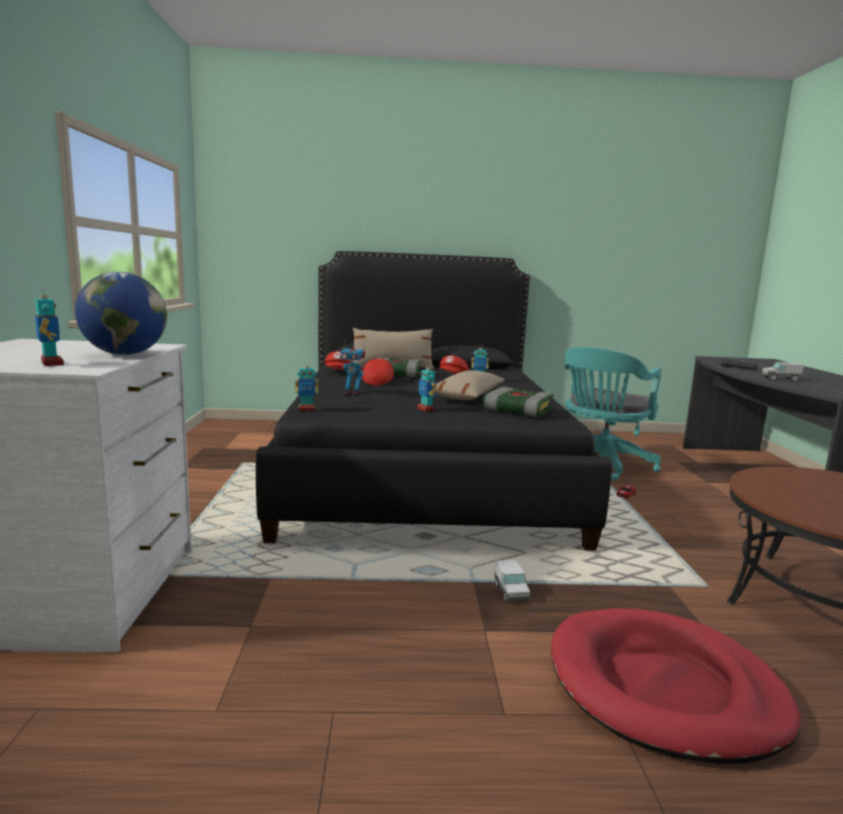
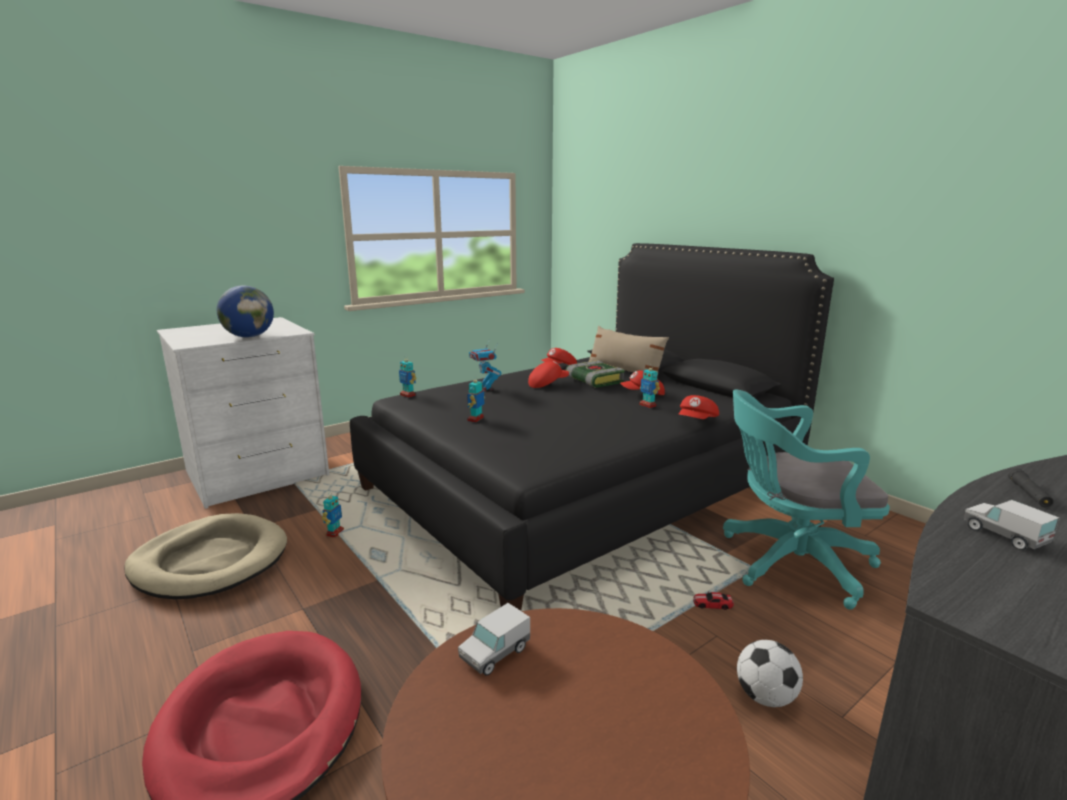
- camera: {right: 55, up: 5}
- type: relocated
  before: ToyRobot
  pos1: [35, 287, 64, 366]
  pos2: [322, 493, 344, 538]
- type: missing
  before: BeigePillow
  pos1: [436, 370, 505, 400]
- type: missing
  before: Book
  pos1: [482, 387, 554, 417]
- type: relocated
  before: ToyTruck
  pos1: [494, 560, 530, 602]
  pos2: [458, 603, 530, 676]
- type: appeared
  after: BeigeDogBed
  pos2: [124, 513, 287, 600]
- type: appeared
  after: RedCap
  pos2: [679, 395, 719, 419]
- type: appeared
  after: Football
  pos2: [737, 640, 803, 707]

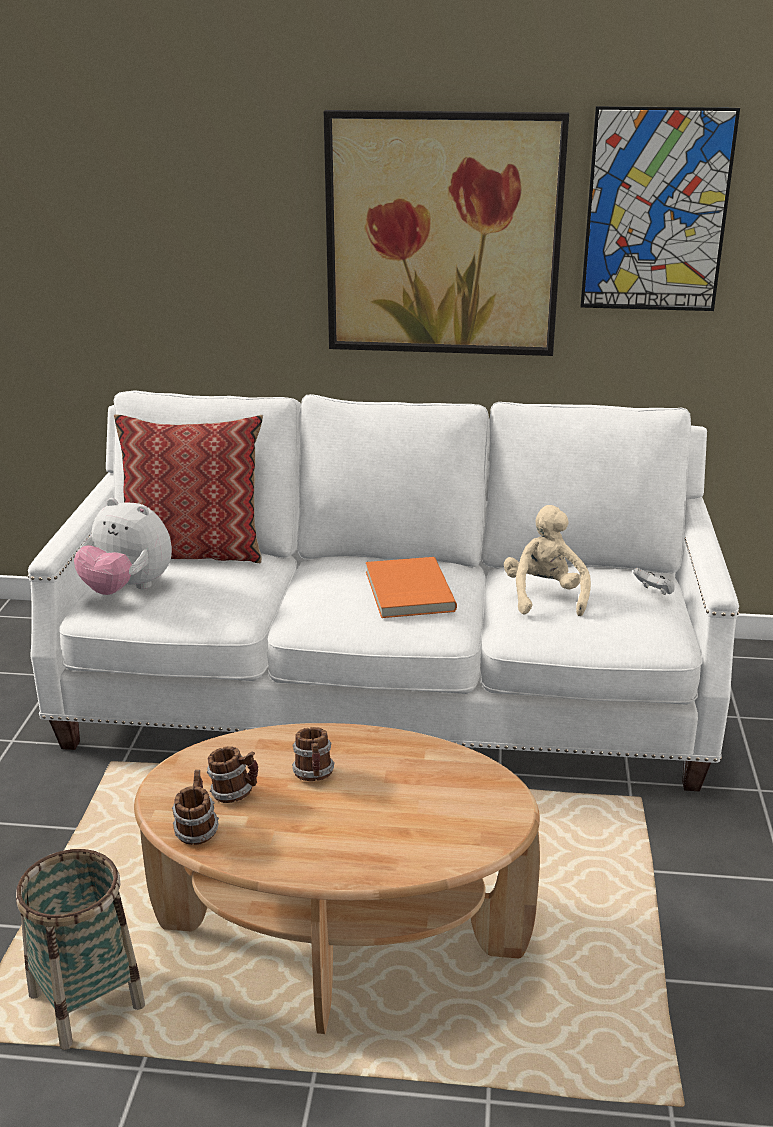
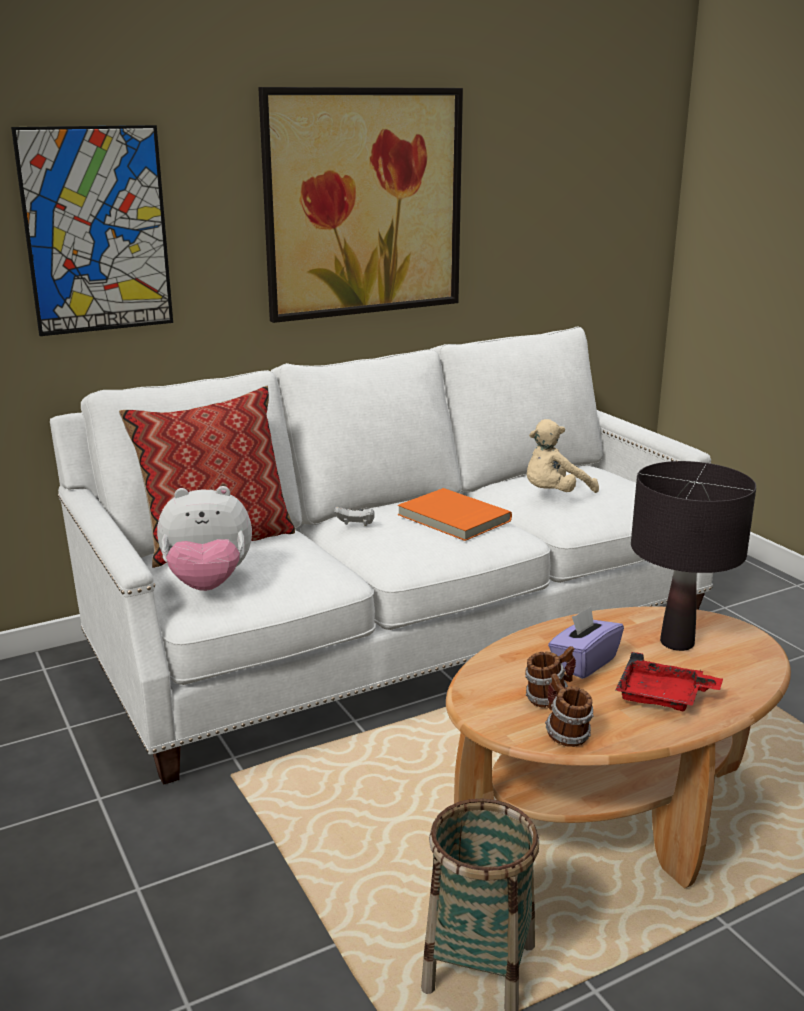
- camera: {right: -35, up: -5}
- type: exchanged
  before: Mug
  after: PurpleTissueBox
  pos1: [292, 727, 335, 781]
  pos2: [548, 607, 624, 679]
- type: spun
  before: BeigePlushToy
  pos1: [504, 505, 591, 616]
  pos2: [527, 419, 599, 493]
  turn: -90
- type: relocated
  before: Picture
  pos1: [580, 106, 740, 311]
  pos2: [11, 125, 173, 336]
- type: relocated
  before: WhiteGameController
  pos1: [633, 568, 675, 595]
  pos2: [334, 507, 375, 526]
- type: appeared
  after: RedTray
  pos2: [616, 652, 723, 711]
- type: appeared
  after: BlackTableLamp
  pos2: [631, 461, 756, 651]

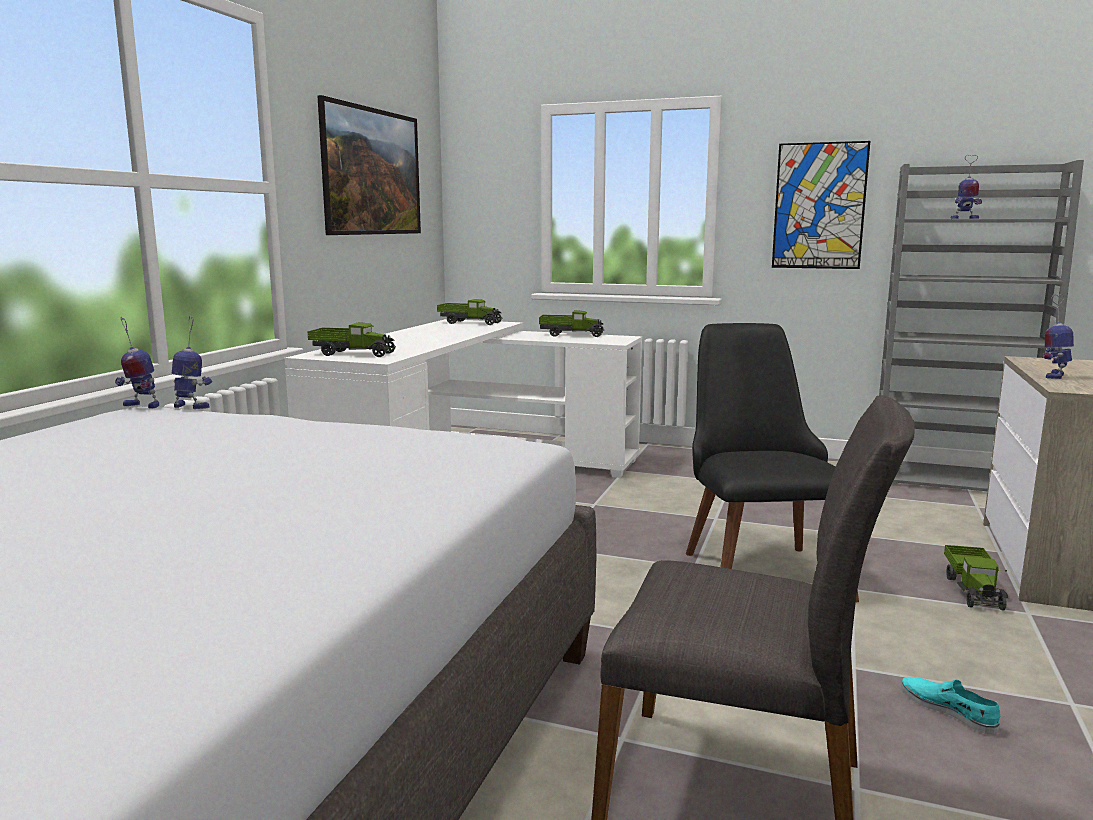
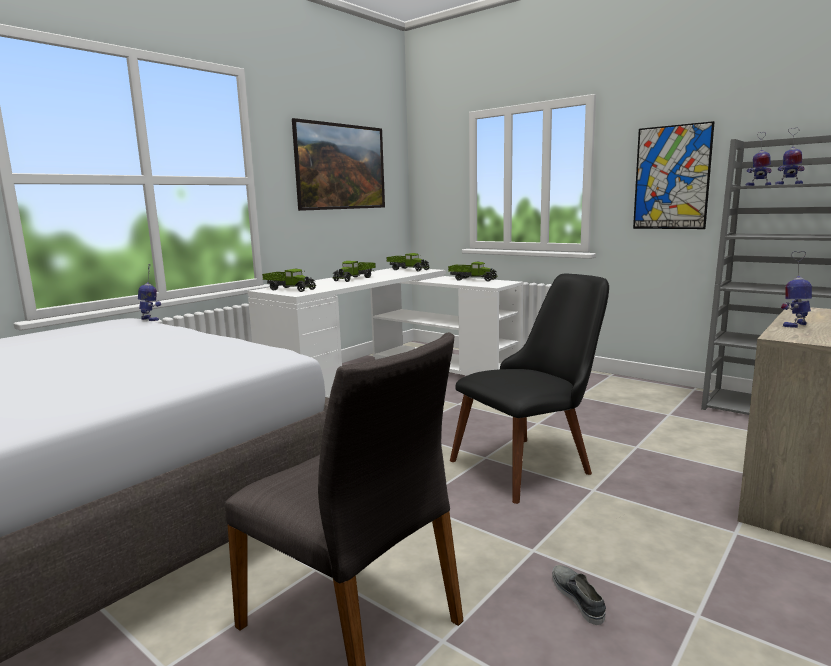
- camera: {right: 20, up: 0}
- type: relocated
  before: ToyRobot
  pos1: [115, 317, 159, 408]
  pos2: [746, 132, 772, 186]
- type: spun
  before: BlackChair
  pos1: [686, 323, 859, 603]
  pos2: [450, 273, 609, 504]
  turn: 45
- type: colour
  before: TurquoiseShoe
  after: GreyShoe
  pos1: [901, 677, 1000, 735]
  pos2: [552, 565, 606, 625]
- type: relocated
  before: ToyTruck
  pos1: [944, 545, 1008, 610]
  pos2: [333, 261, 376, 282]

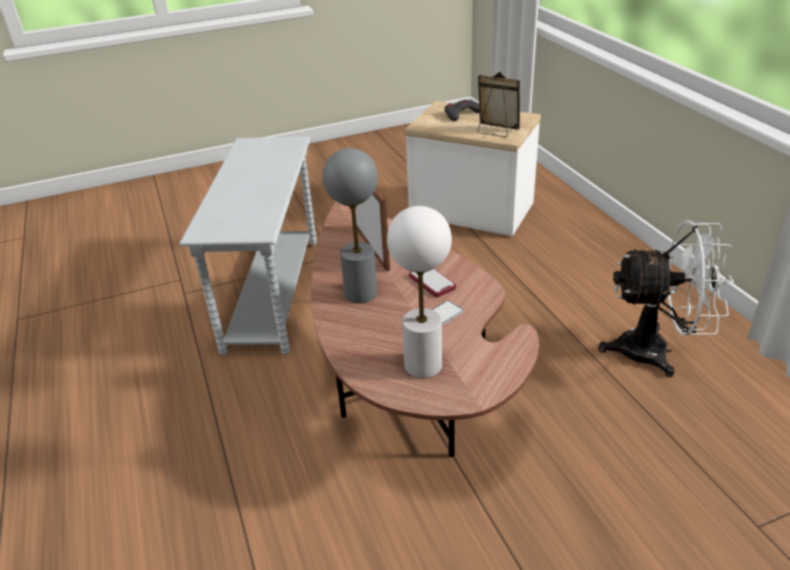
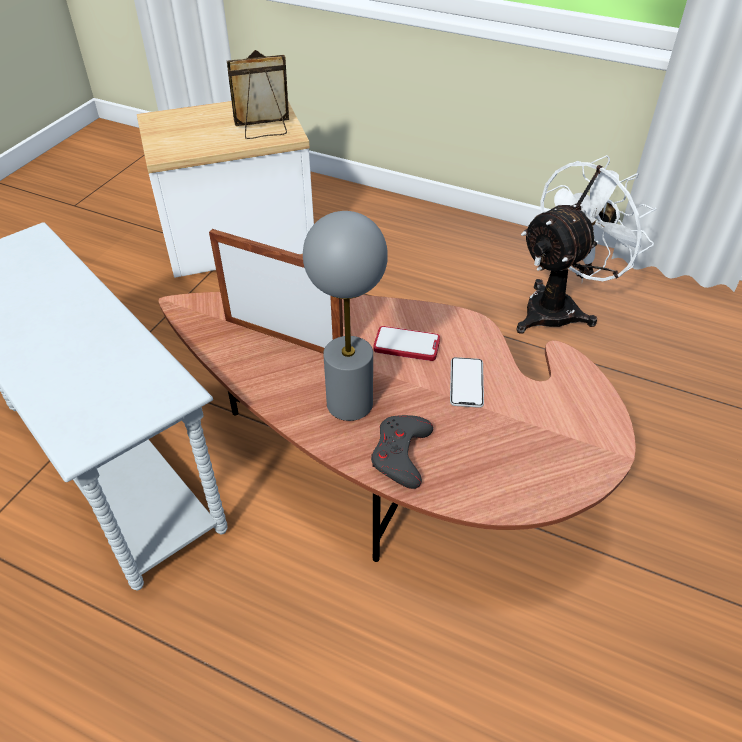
- camera: {right: -45, up: 10}
- type: missing
  before: WhiteTableLamp
  pos1: [387, 206, 452, 378]
- type: relocated
  before: GreyGameController
  pos1: [444, 100, 479, 121]
  pos2: [371, 415, 433, 489]

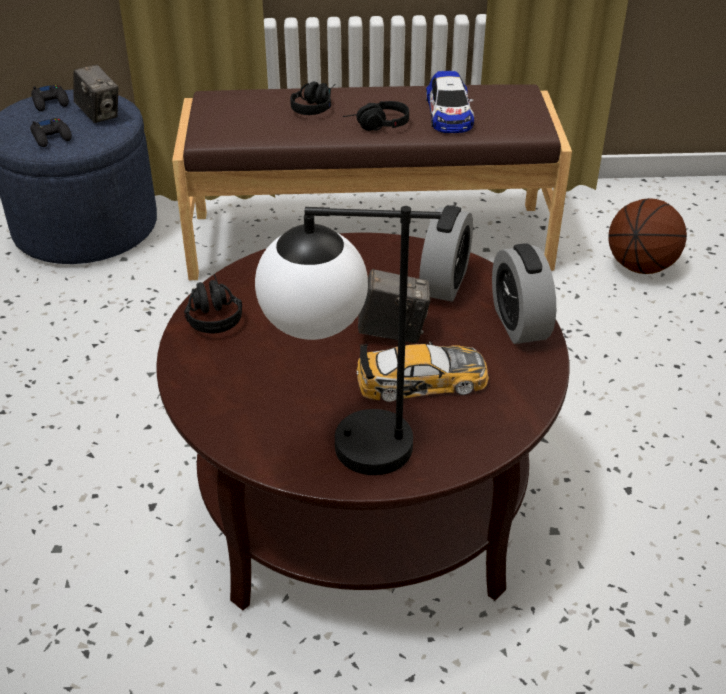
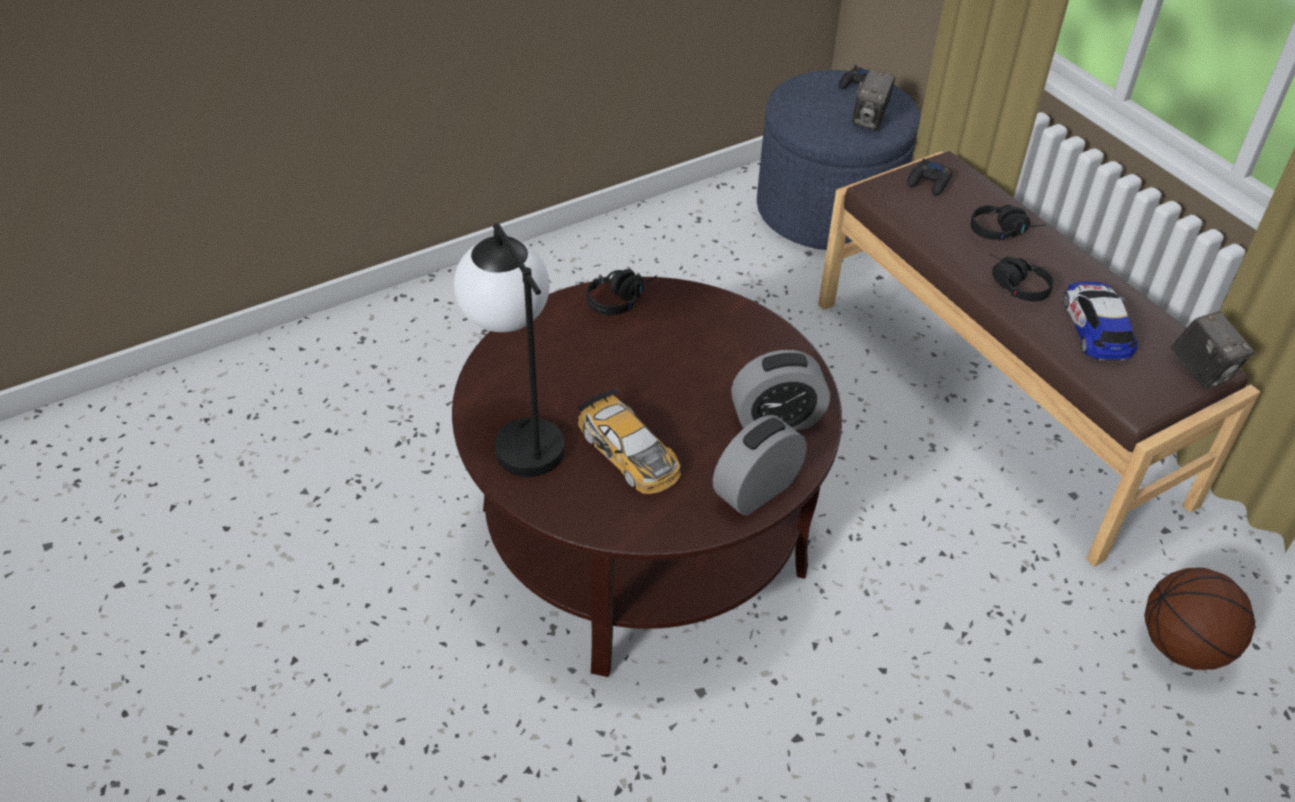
- camera: {right: 60, up: 5}
- type: relocated
  before: BlackGameController
  pos1: [30, 118, 72, 147]
  pos2: [907, 158, 952, 196]
- type: relocated
  before: PhotoCamera
  pos1: [358, 269, 430, 343]
  pos2: [1171, 311, 1254, 389]
- type: spun
  before: ToyCar
  pos1: [426, 71, 474, 133]
  pos2: [1063, 281, 1138, 360]
  turn: 120

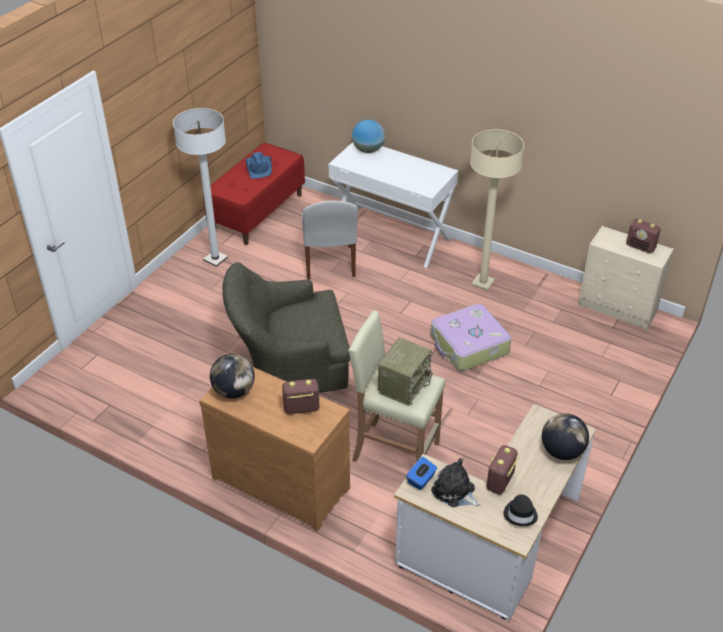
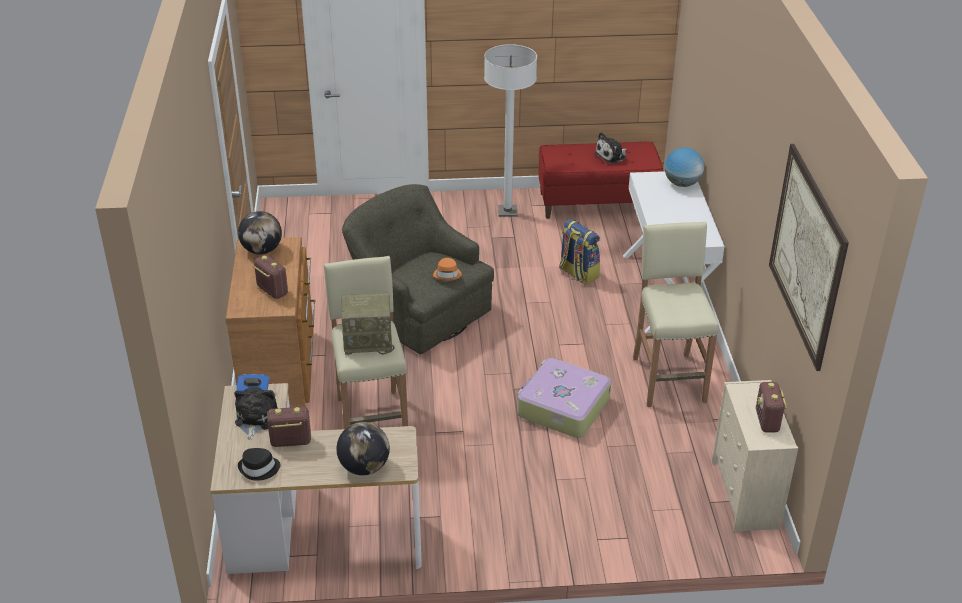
- camera: {right: 55, up: -5}
- type: exchanged
  before: BlueHat
  after: PlushToy
  pos1: [246, 152, 272, 179]
  pos2: [594, 132, 627, 164]
- type: exchanged
  before: WhiteChair
  after: Backpack
  pos1: [302, 201, 358, 280]
  pos2: [559, 219, 600, 285]
- type: exchanged
  before: BeigeFloorLamp
  after: BeigeStool
  pos1: [470, 130, 524, 291]
  pos2: [633, 222, 719, 407]
- type: appeared
  after: OrangeHat
  pos2: [433, 258, 462, 281]
- type: appeared
  after: Picture
  pos2: [769, 144, 849, 371]

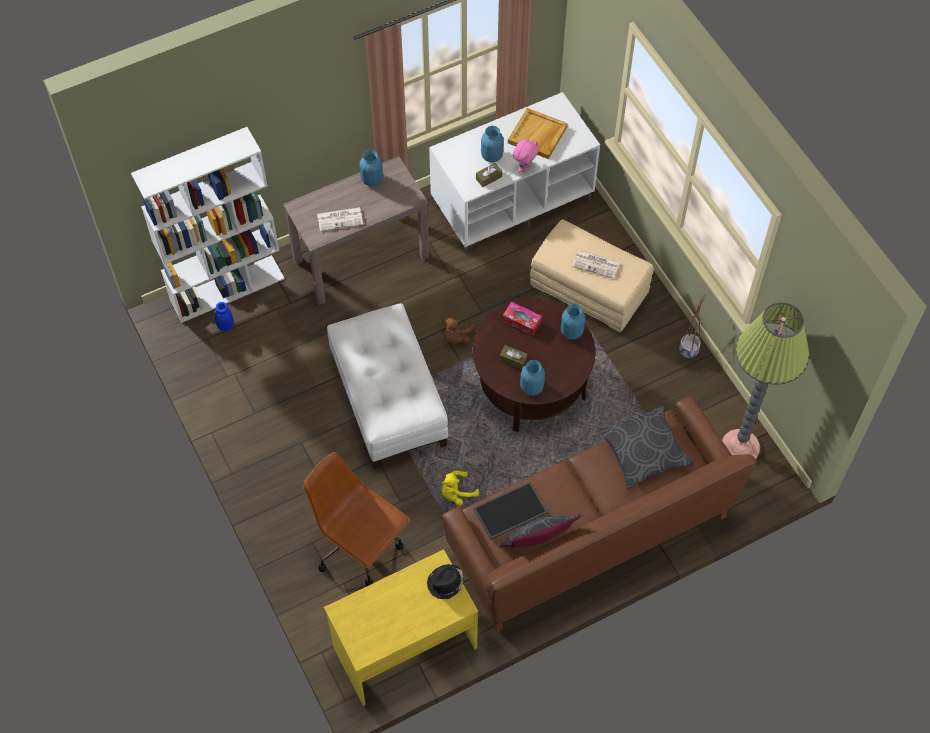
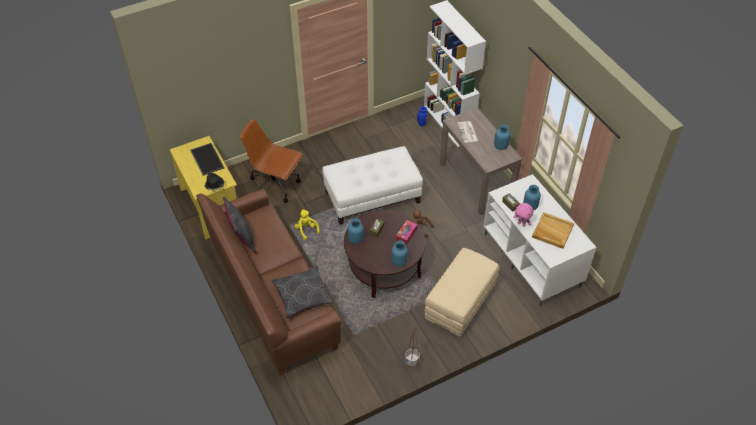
- camera: {right: 90, up: -10}
- type: spun
  before: BrownOfficeChair
  pos1: [303, 452, 410, 586]
  pos2: [240, 119, 303, 203]
  turn: -105
- type: relocated
  before: Tray
  pos1: [473, 482, 548, 540]
  pos2: [190, 143, 224, 176]
- type: missing
  before: Newspaper
  pos1: [572, 250, 619, 278]
- type: missing
  before: FloorLamp
  pos1: [722, 303, 809, 459]

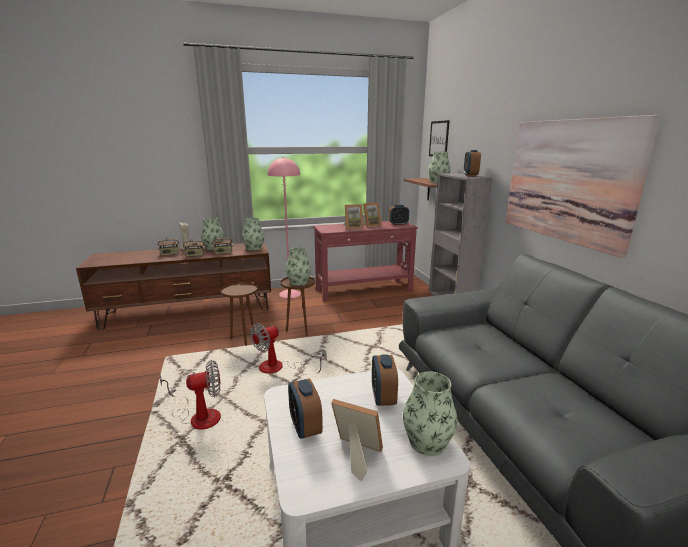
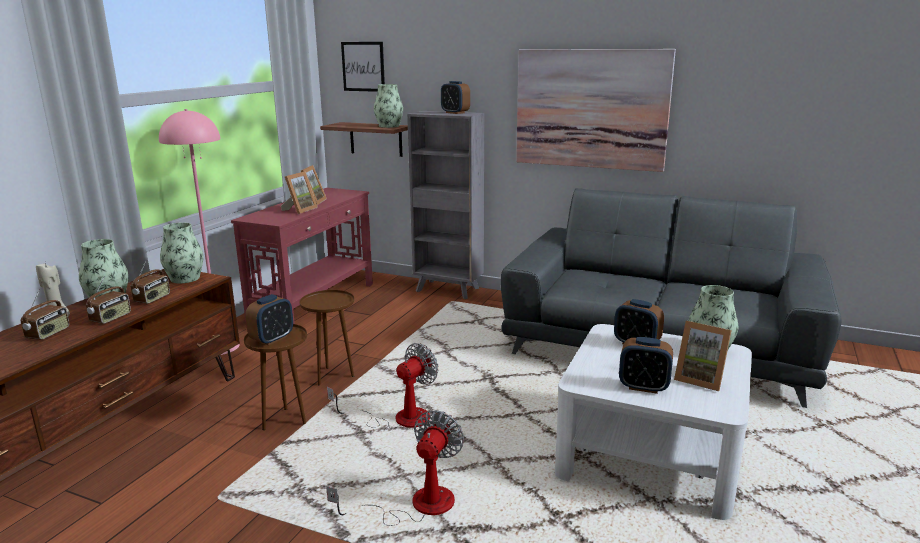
- camera: {right: -50, up: 0}
- type: spun
  before: Fan
  pos1: [250, 323, 326, 375]
  pos2: [327, 343, 438, 429]
  turn: -135
- type: missing
  before: Vase
  pos1: [286, 247, 311, 286]
- type: spun
  before: PictureFrame
  pos1: [331, 399, 383, 481]
  pos2: [674, 321, 732, 391]
  turn: -120
- type: relocated
  before: AlarmClock
  pos1: [389, 205, 409, 225]
  pos2: [245, 294, 293, 345]

